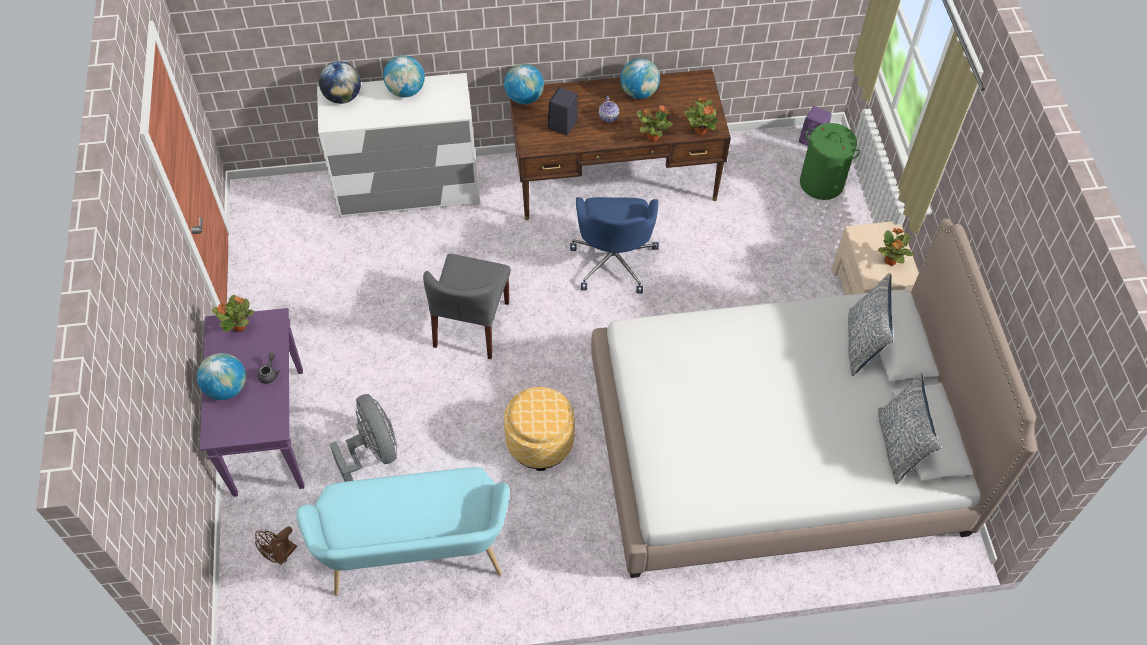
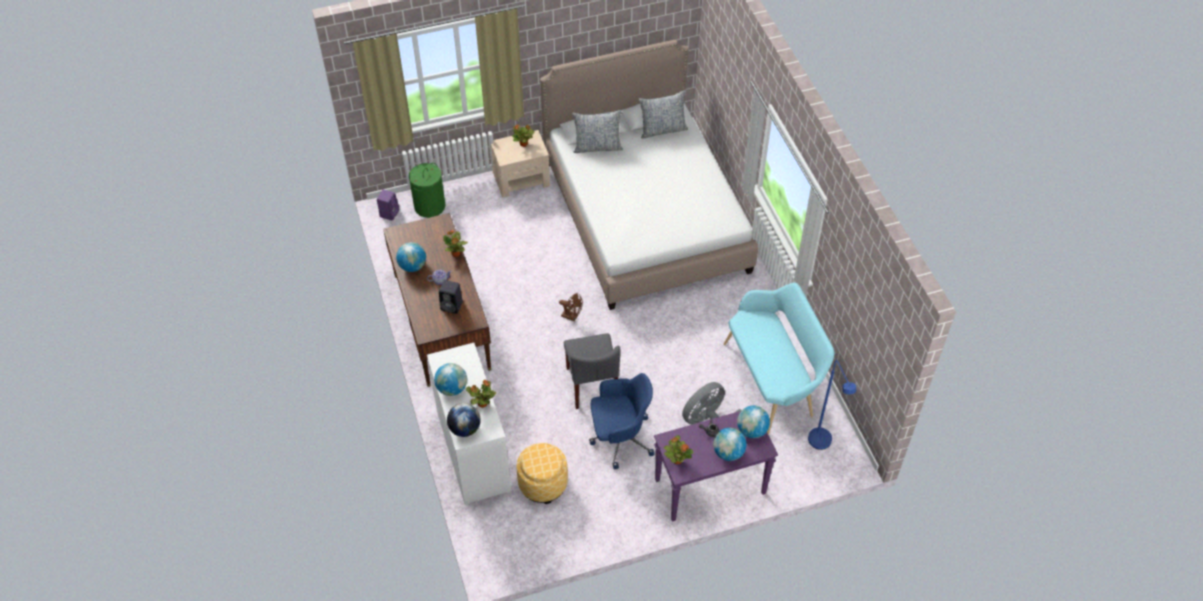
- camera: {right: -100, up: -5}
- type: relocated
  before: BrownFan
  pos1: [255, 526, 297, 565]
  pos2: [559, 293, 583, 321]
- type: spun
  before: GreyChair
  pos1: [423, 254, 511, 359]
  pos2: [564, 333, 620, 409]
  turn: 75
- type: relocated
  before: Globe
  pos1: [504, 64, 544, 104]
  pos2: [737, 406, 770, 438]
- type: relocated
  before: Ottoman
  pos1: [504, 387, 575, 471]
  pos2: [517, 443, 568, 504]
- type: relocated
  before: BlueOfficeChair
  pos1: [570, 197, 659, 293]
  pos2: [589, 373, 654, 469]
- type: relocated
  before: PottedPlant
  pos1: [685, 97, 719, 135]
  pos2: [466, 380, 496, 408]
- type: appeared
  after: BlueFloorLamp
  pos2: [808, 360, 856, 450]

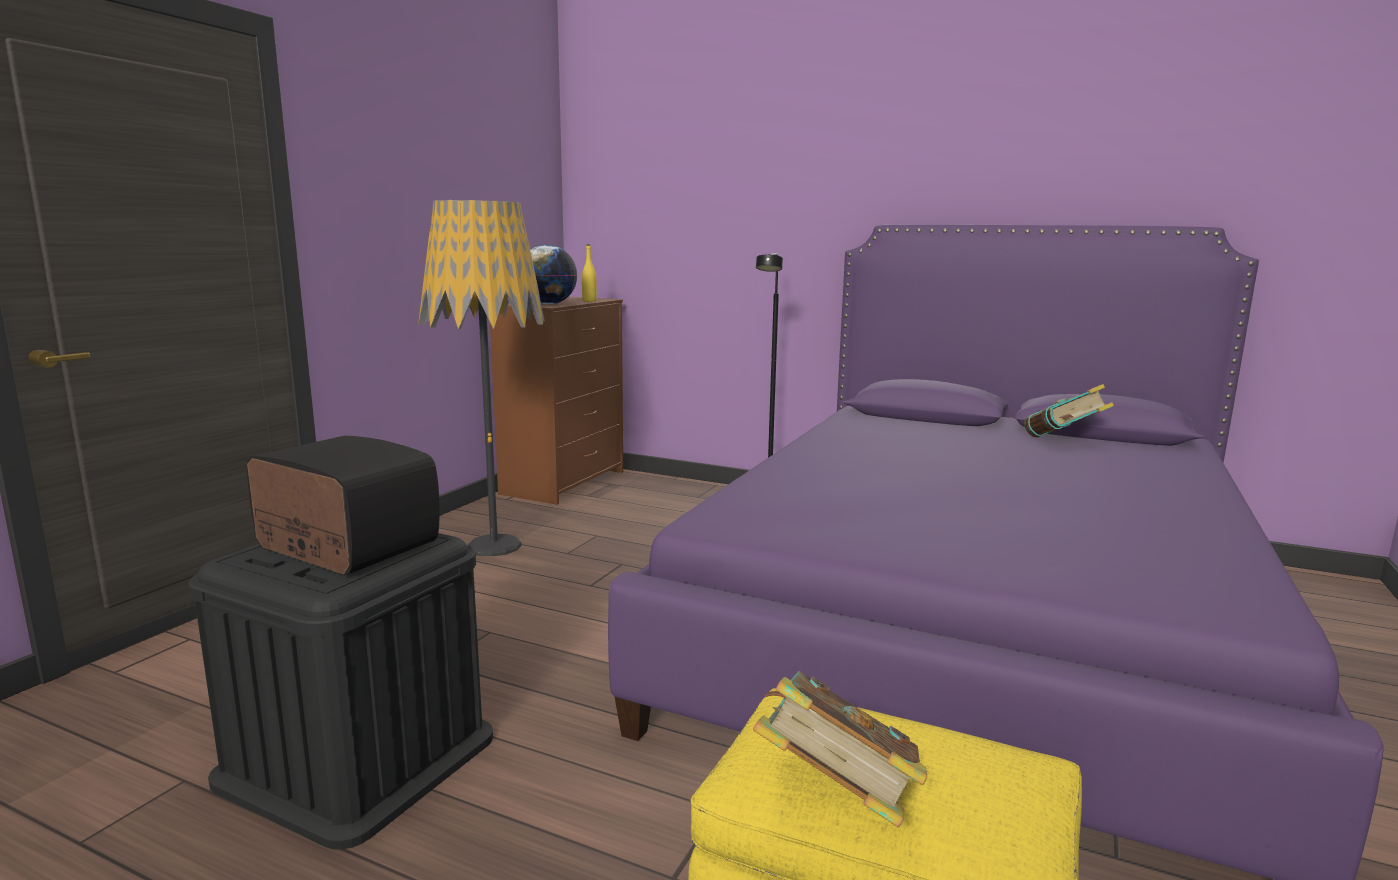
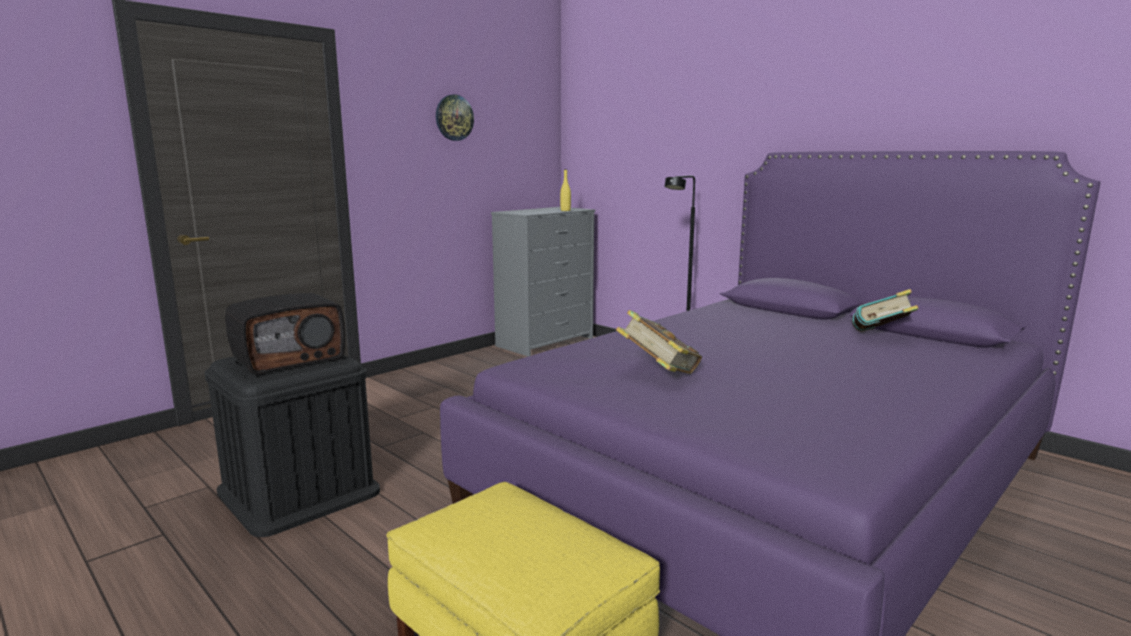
- camera: {right: 20, up: 0}
- type: spun
  before: Radio
  pos1: [247, 436, 440, 576]
  pos2: [225, 293, 345, 375]
  turn: 90
- type: missing
  before: FloorLamp
  pos1: [418, 200, 545, 557]
- type: colour
  before: BrownDresser
  after: GreyDresser
  pos1: [490, 297, 623, 505]
  pos2: [491, 207, 595, 357]
- type: missing
  before: Globe
  pos1: [530, 245, 578, 304]
- type: relocated
  before: Book
  pos1: [753, 671, 928, 827]
  pos2: [616, 310, 702, 374]
- type: appeared
  after: WallClock
  pos2: [436, 94, 474, 141]

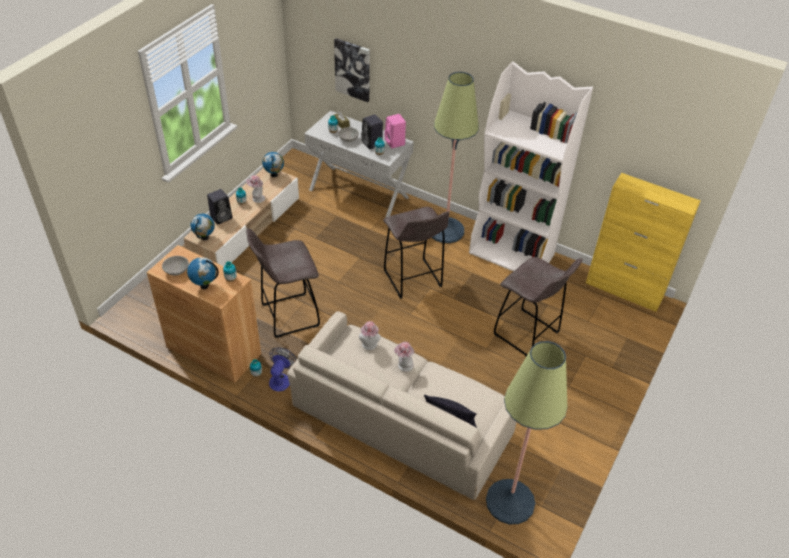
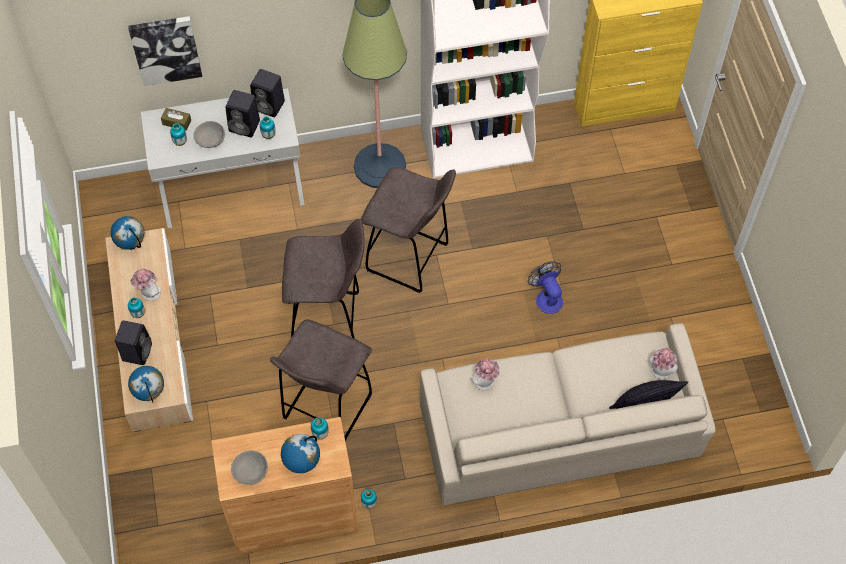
- camera: {right: -40, up: 15}
- type: relocated
  before: Fan
  pos1: [269, 347, 297, 391]
  pos2: [528, 261, 563, 314]
- type: colour
  before: PinkSpeaker
  after: BlackSpeaker
  pos1: [384, 114, 406, 148]
  pos2: [250, 69, 285, 117]
- type: relocated
  before: Hat
  pos1: [394, 342, 414, 372]
  pos2: [650, 348, 678, 379]
- type: missing
  before: FloorLamp
  pos1: [486, 341, 568, 525]
- type: relocated
  before: GreyStool
  pos1: [494, 257, 582, 356]
  pos2: [282, 219, 365, 339]

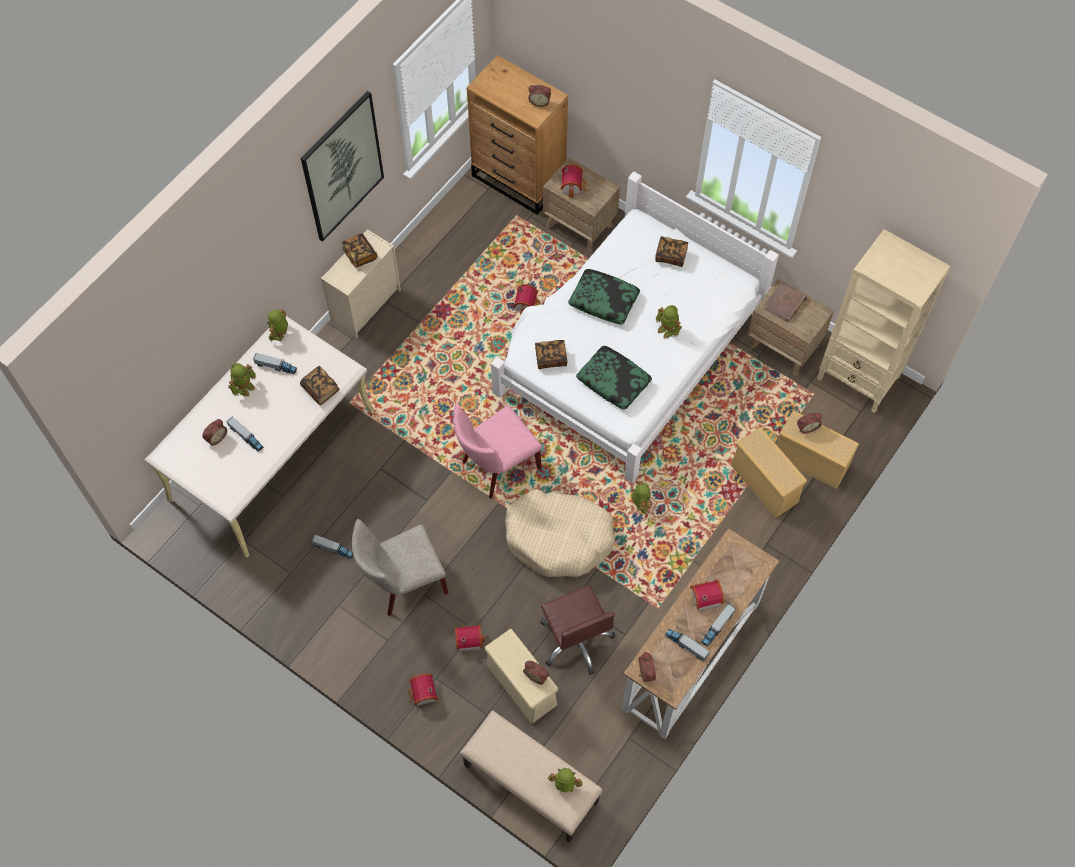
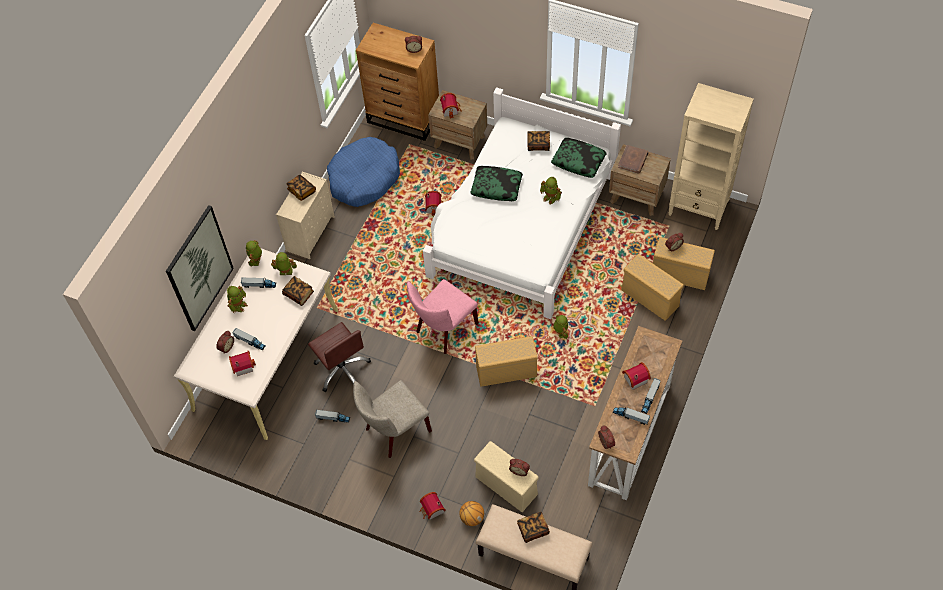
- camera: {right: -10, up: -5}
- type: relocated
  before: Picture
  pos1: [301, 91, 384, 242]
  pos2: [166, 205, 234, 331]
- type: relocated
  before: ToyHouse
  pos1: [455, 625, 484, 652]
  pos2: [229, 351, 256, 376]
- type: exchanged
  before: BeigeDogBed
  after: BeigeStorageBox
  pos1: [505, 489, 615, 577]
  pos2: [475, 336, 538, 387]
- type: relocated
  before: Book
  pos1: [535, 340, 567, 370]
  pos2: [517, 512, 550, 543]
- type: relocated
  before: BrownOfficeChair
  pos1: [540, 585, 615, 675]
  pos2: [308, 322, 371, 392]
- type: relocated
  before: ToyRobot
  pos1: [548, 768, 583, 792]
  pos2: [271, 252, 297, 275]
- type: relocated
  before: Pillow
  pos1: [576, 346, 652, 410]
  pos2: [551, 138, 607, 178]
- type: appeared
  after: BlueDogBed
  pos2: [327, 137, 400, 207]
- type: appeared
  after: Basketball
  pos2: [459, 501, 484, 526]

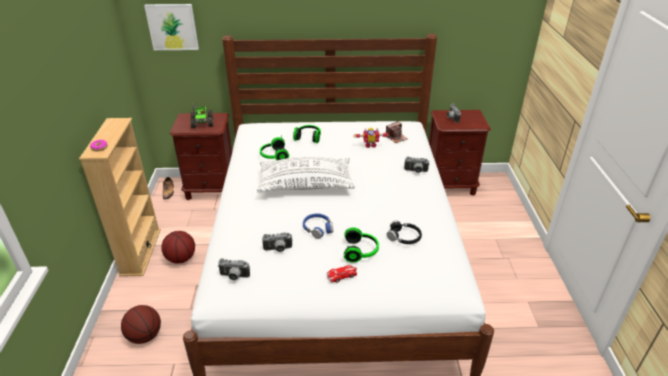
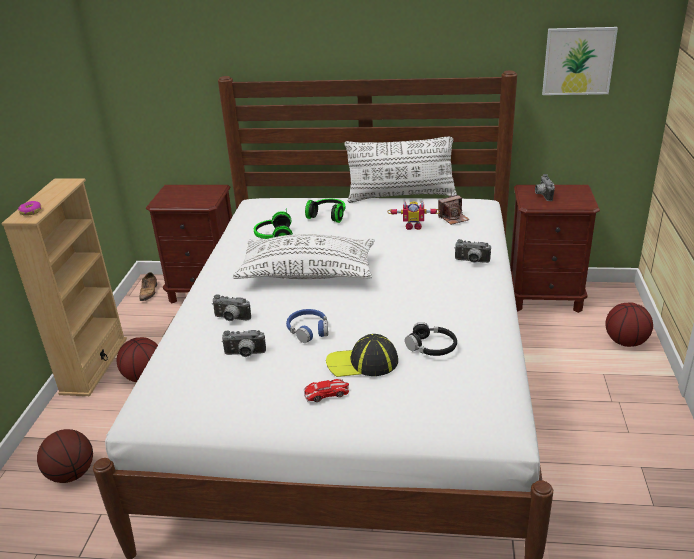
- camera: {right: 10, up: -5}
- type: relocated
  before: Picture
  pos1: [144, 4, 199, 50]
  pos2: [542, 27, 618, 95]
- type: missing
  before: ToyTruck
  pos1: [190, 103, 213, 128]
- type: relocated
  before: PhotoCamera
  pos1: [218, 258, 250, 280]
  pos2: [212, 294, 251, 321]
- type: exchanged
  before: Headphones
  after: Cap
  pos1: [344, 227, 379, 263]
  pos2: [326, 334, 398, 377]
- type: appeared
  after: WhitePillow
  pos2: [345, 137, 457, 203]
- type: appeared
  after: Basketball
  pos2: [605, 302, 653, 347]

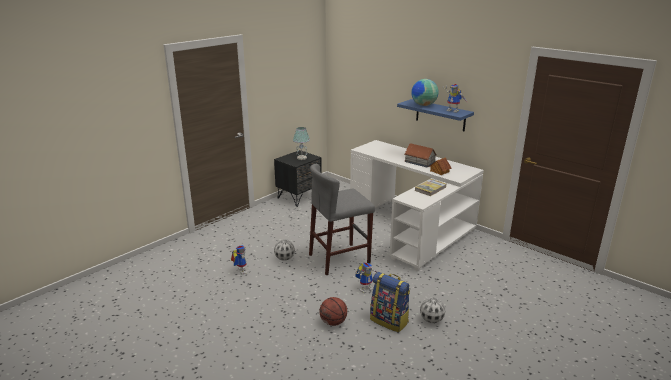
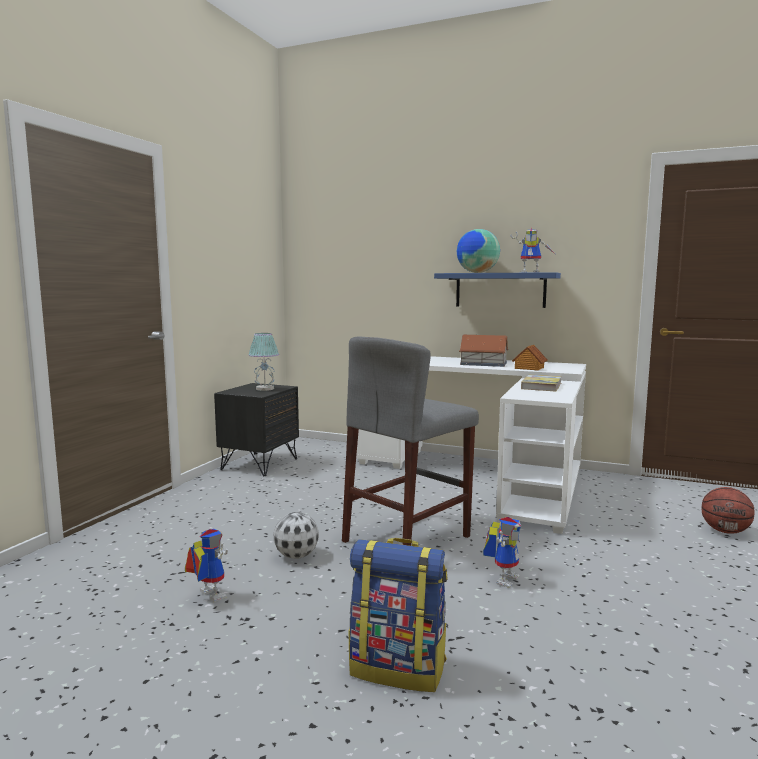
- camera: {right: -20, up: -15}
- type: relocated
  before: Basketball
  pos1: [320, 297, 347, 326]
  pos2: [702, 487, 755, 534]
- type: relocated
  before: Backpack
  pos1: [370, 272, 410, 332]
  pos2: [349, 538, 447, 692]
- type: missing
  before: Football
  pos1: [420, 298, 445, 323]

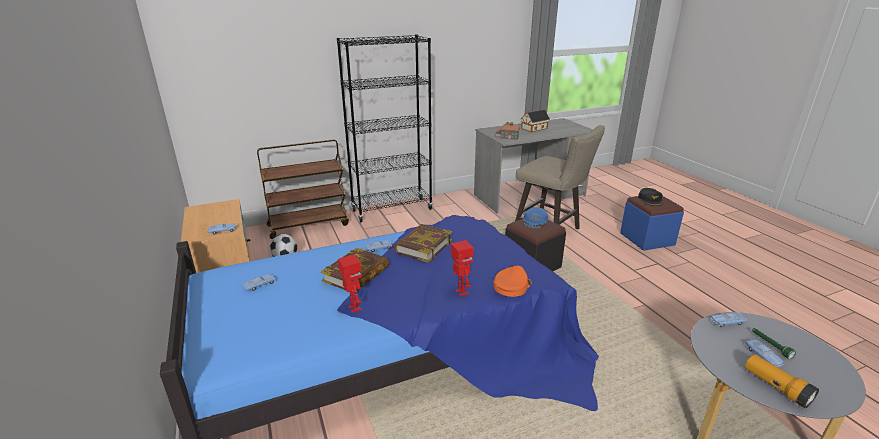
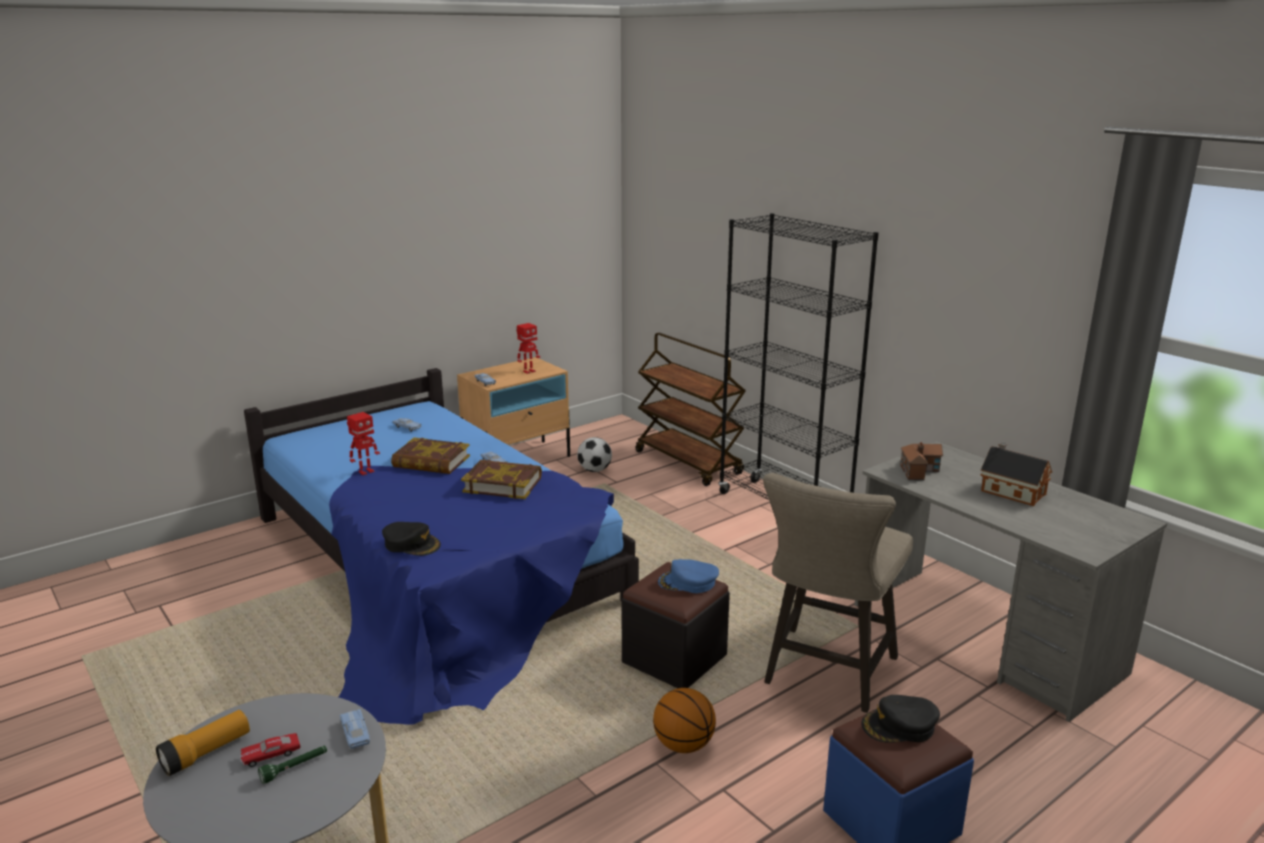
- camera: {right: 75, up: -5}
- type: relocated
  before: ToyRobot
  pos1: [451, 240, 474, 296]
  pos2: [517, 323, 540, 374]
- type: colour
  before: OrangeCap
  after: BlackCap
  pos1: [493, 266, 532, 297]
  pos2: [382, 522, 441, 556]
- type: colour
  before: BlueToyCar
  after: RedToyCar
  pos1: [745, 339, 785, 367]
  pos2: [241, 733, 300, 767]
- type: appeared
  after: Basketball
  pos2: [653, 688, 716, 753]

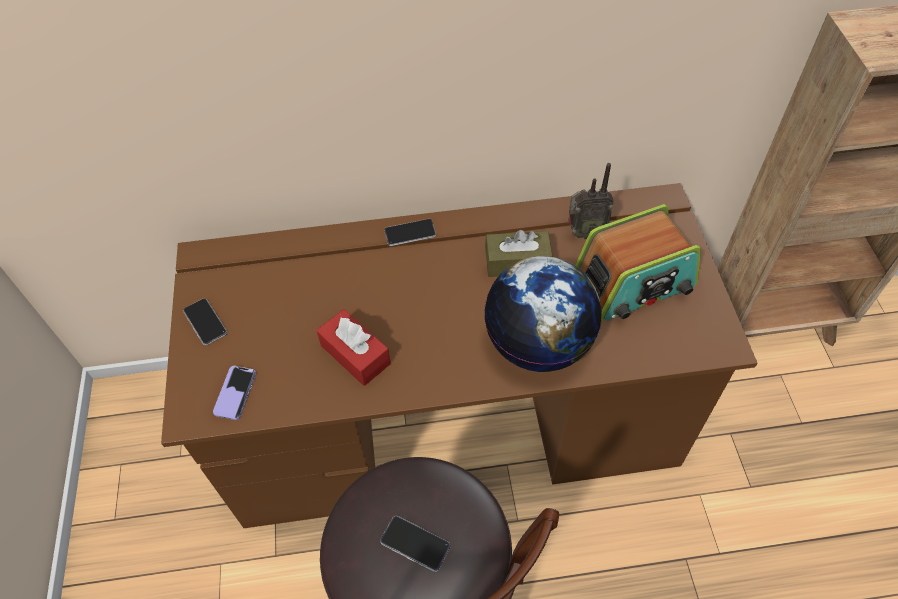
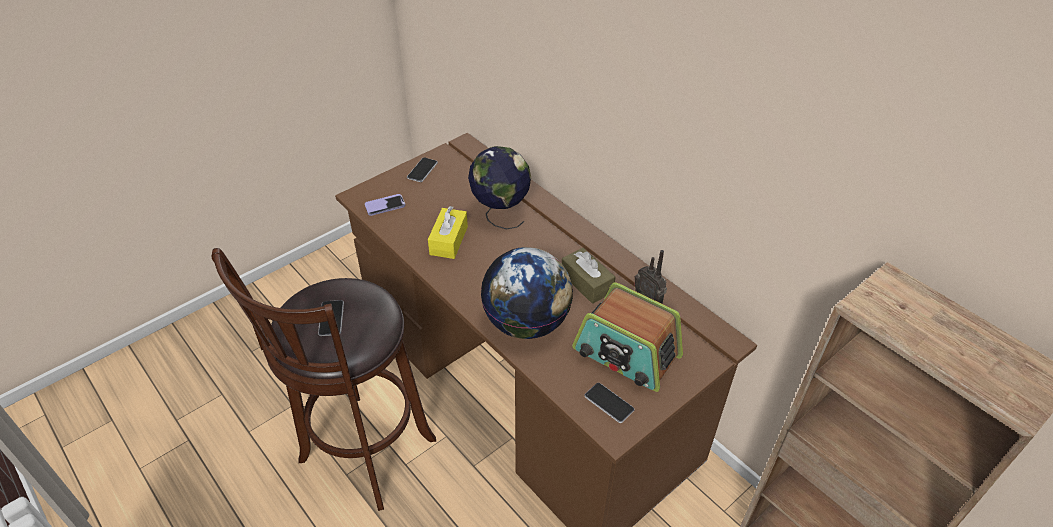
- camera: {right: 55, up: -10}
- type: colour
  before: RedTissueBox
  after: YellowTissueBox
  pos1: [317, 309, 391, 386]
  pos2: [428, 206, 468, 259]
- type: relocated
  before: Phone
  pos1: [384, 219, 436, 246]
  pos2: [584, 383, 634, 423]
- type: appeared
  after: Globe
  pos2: [468, 146, 531, 229]

